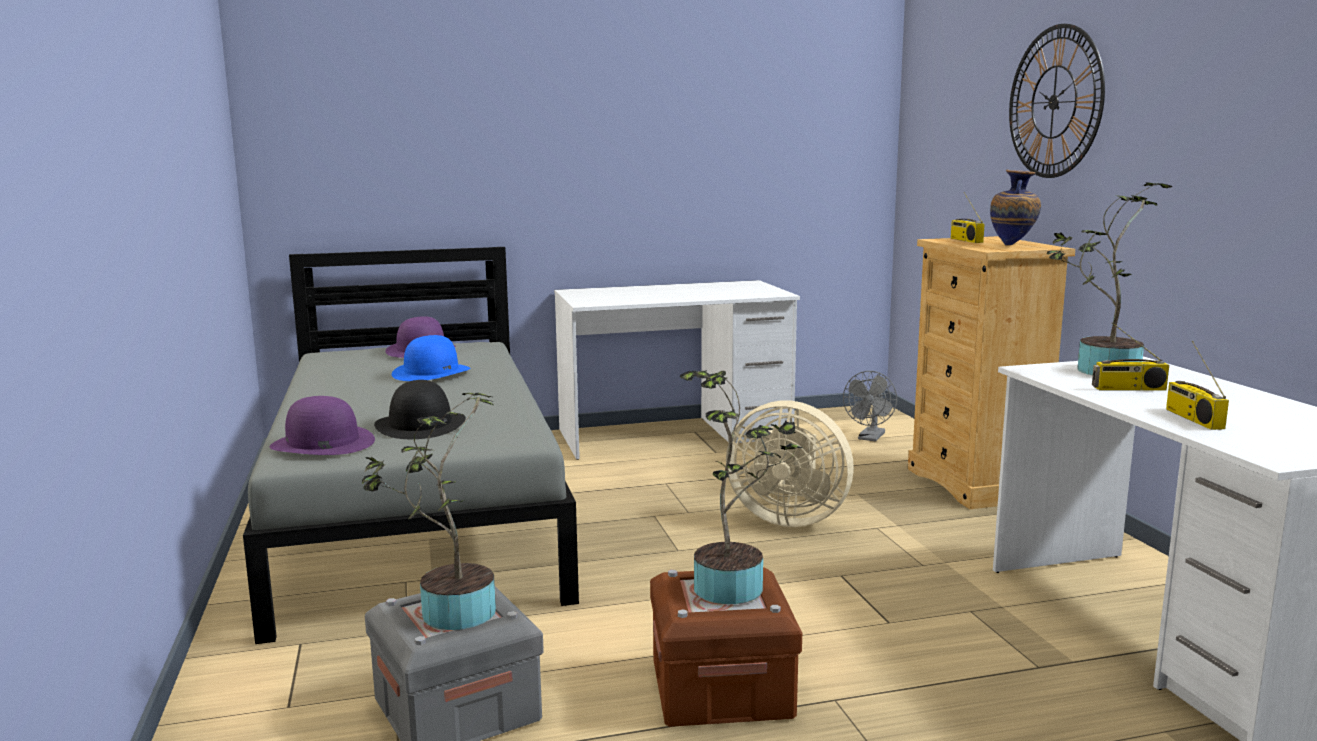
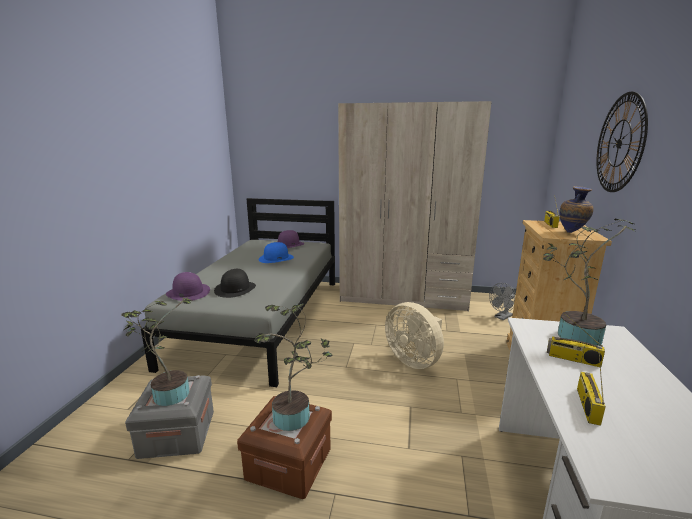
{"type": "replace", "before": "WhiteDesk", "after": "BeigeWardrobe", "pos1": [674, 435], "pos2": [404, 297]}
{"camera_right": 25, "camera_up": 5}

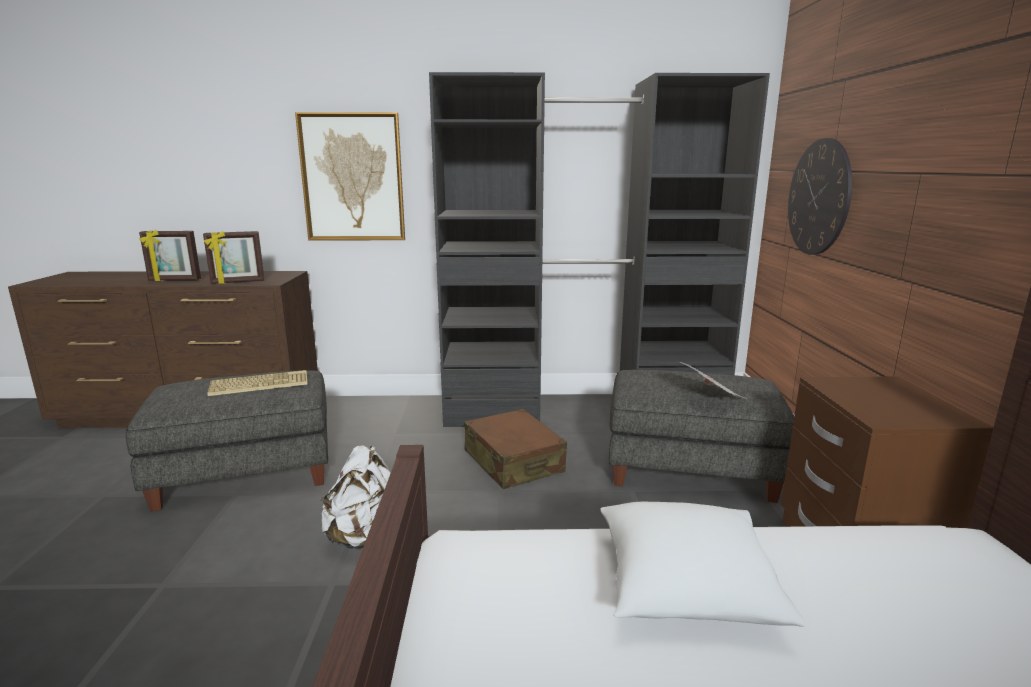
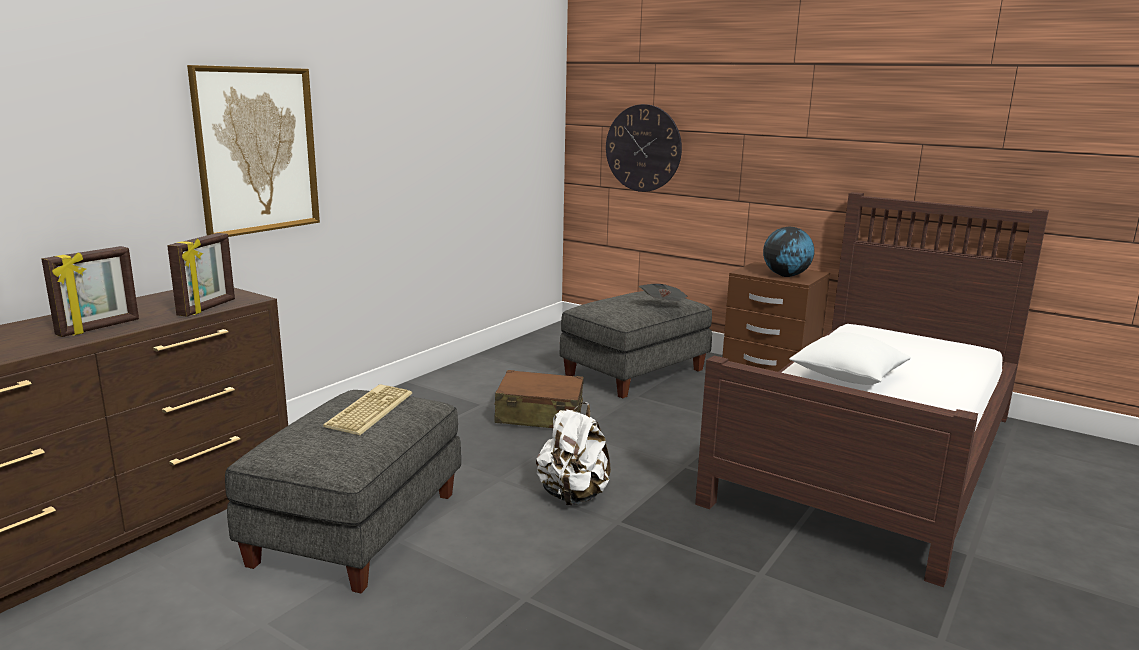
{"type": "delete", "before": "BlackWardrobe", "pos1": [582, 410]}
{"type": "insert", "after": "Globe", "pos2": [786, 276]}
{"camera_right": -55, "camera_up": 0}

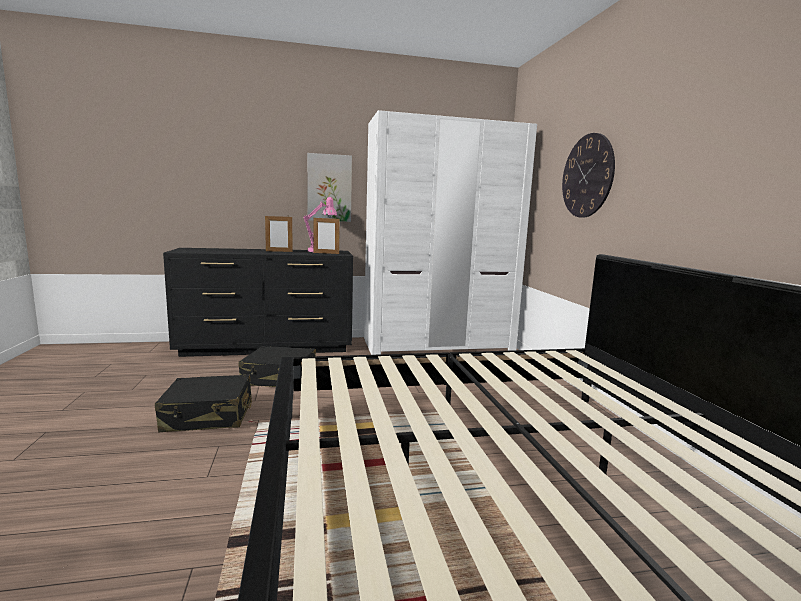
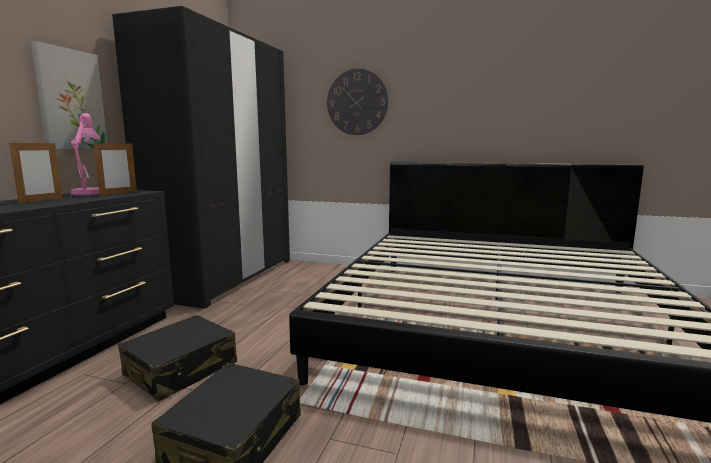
{"type": "recolor", "before": "WhiteWardrobe", "after": "BlackWardrobe", "pos1": [437, 345], "pos2": [227, 278]}
{"camera_right": -60, "camera_up": 0}

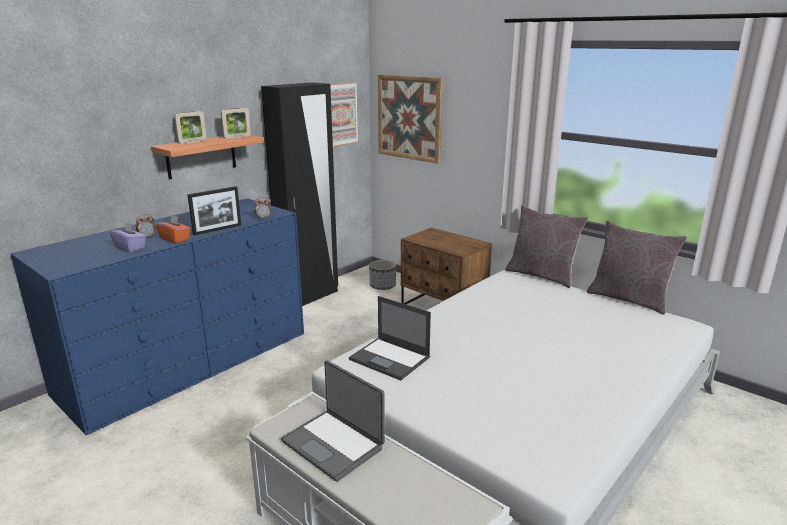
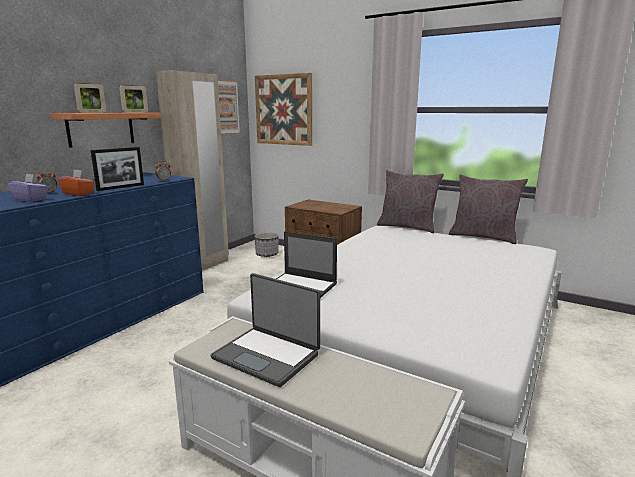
{"type": "recolor", "before": "BlackWardrobe", "after": "BeigeWardrobe", "pos1": [309, 297], "pos2": [203, 266]}
{"camera_right": -10, "camera_up": -5}

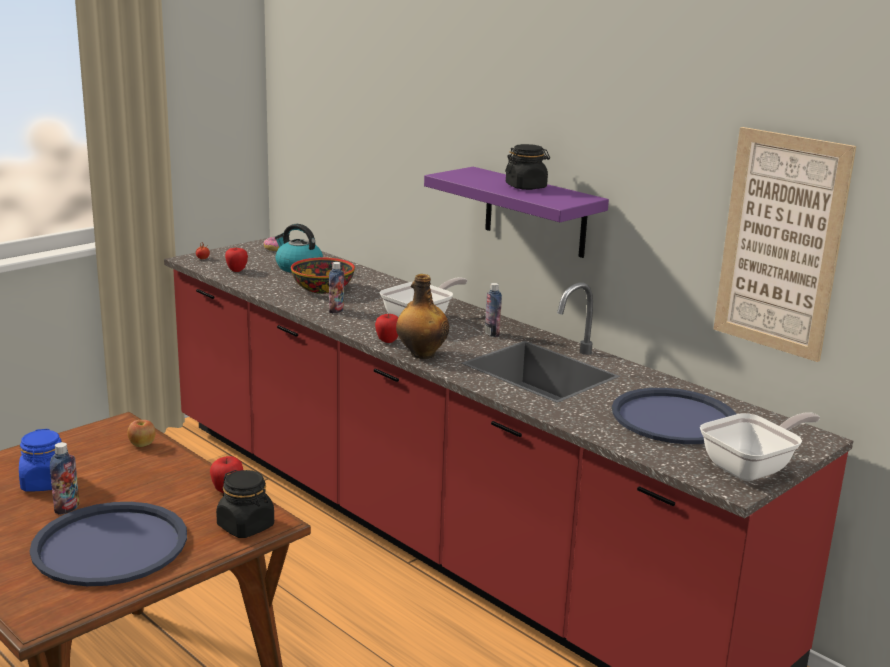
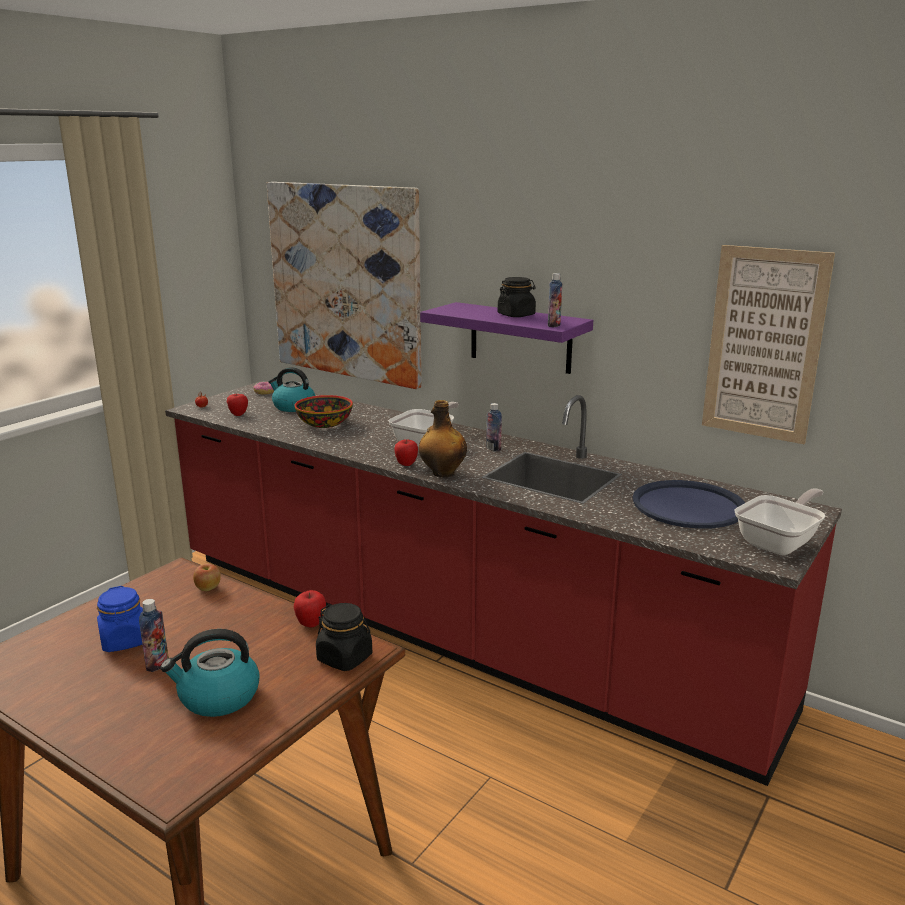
{"type": "move", "before": "Bottle", "pos1": [336, 310], "pos2": [554, 325]}
{"type": "replace", "before": "BlueTray", "after": "Kettle", "pos1": [110, 545], "pos2": [218, 697]}
{"type": "insert", "after": "Picture", "pos2": [345, 282]}
{"camera_right": -10, "camera_up": 0}

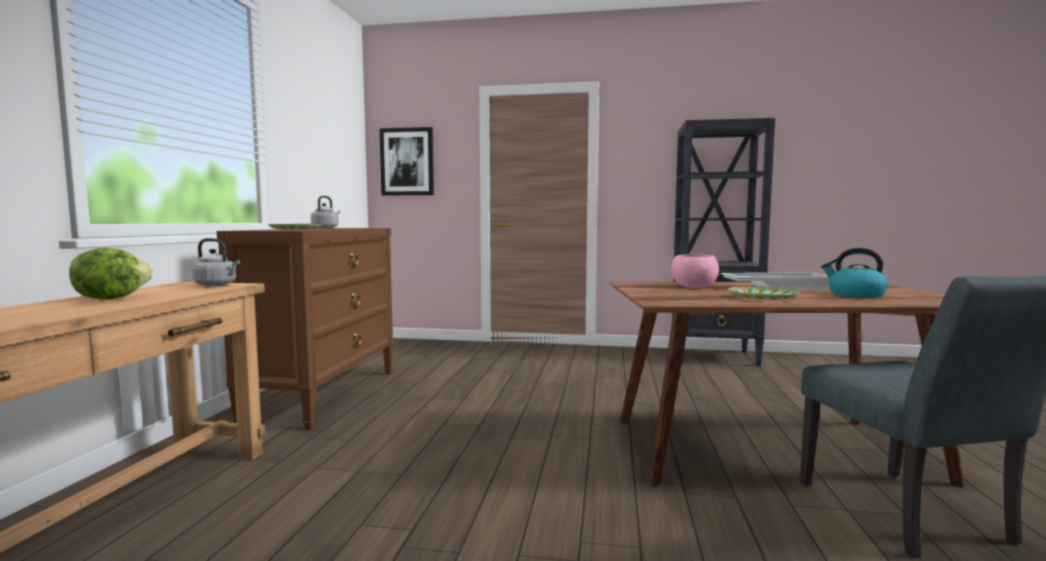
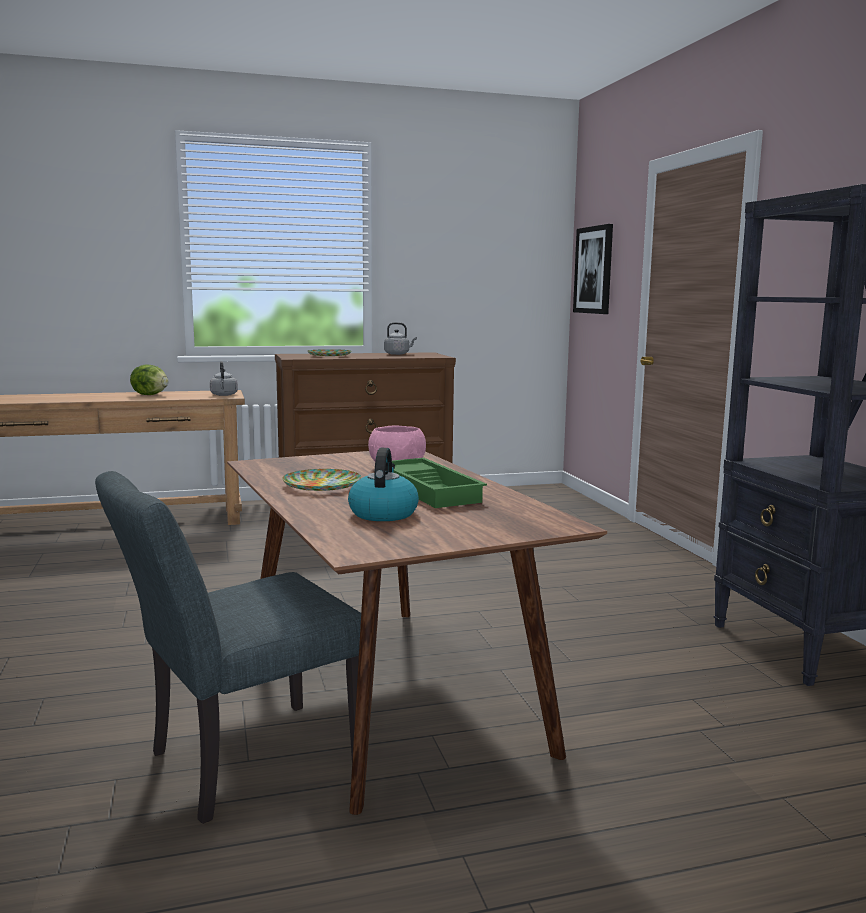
{"type": "recolor", "before": "WhiteTray", "after": "GreenTray", "pos1": [776, 287], "pos2": [431, 490]}
{"camera_right": 65, "camera_up": 5}

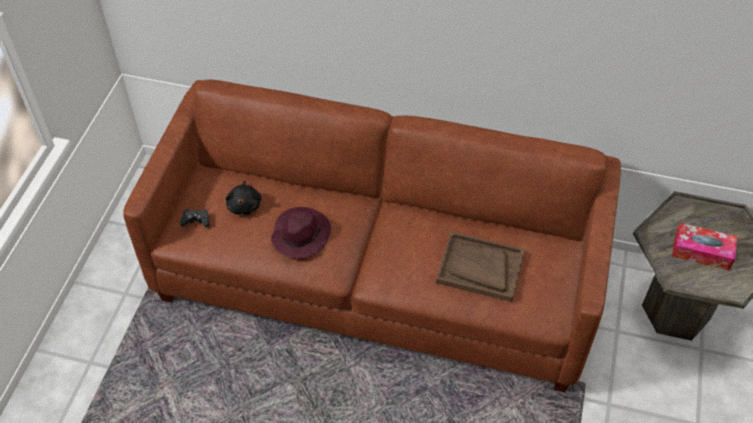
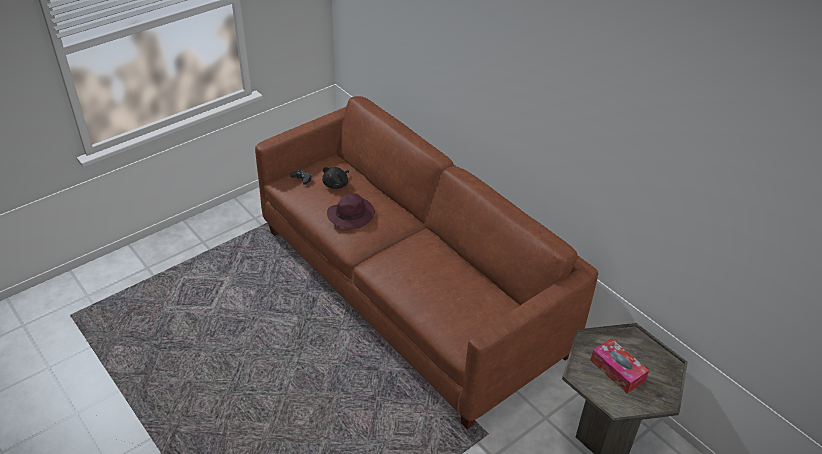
{"type": "delete", "before": "BrownTray", "pos1": [480, 268]}
{"camera_right": 35, "camera_up": -10}

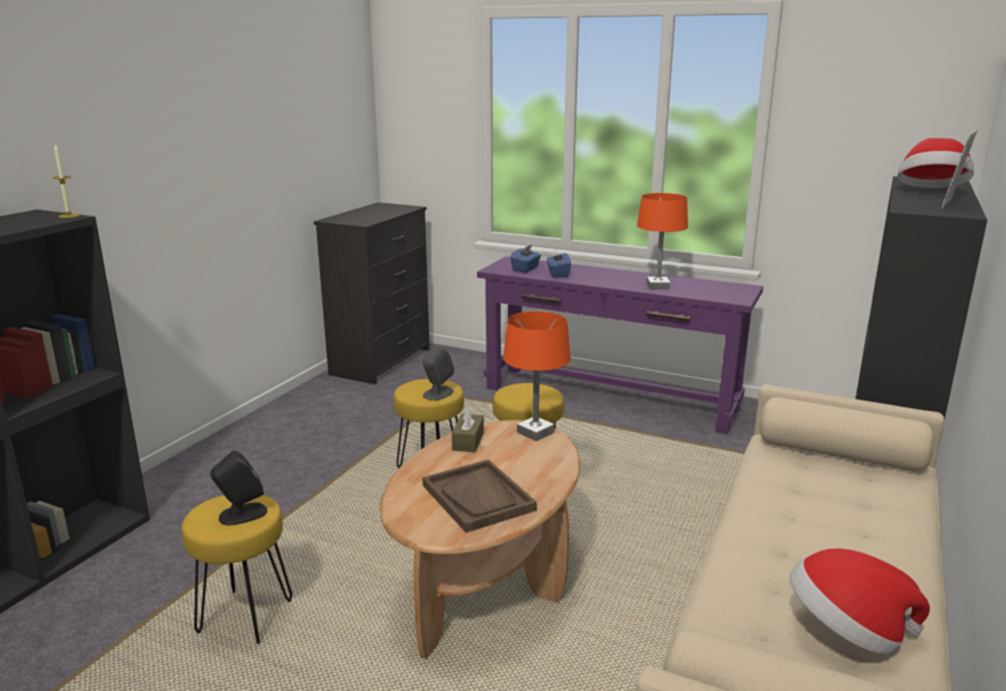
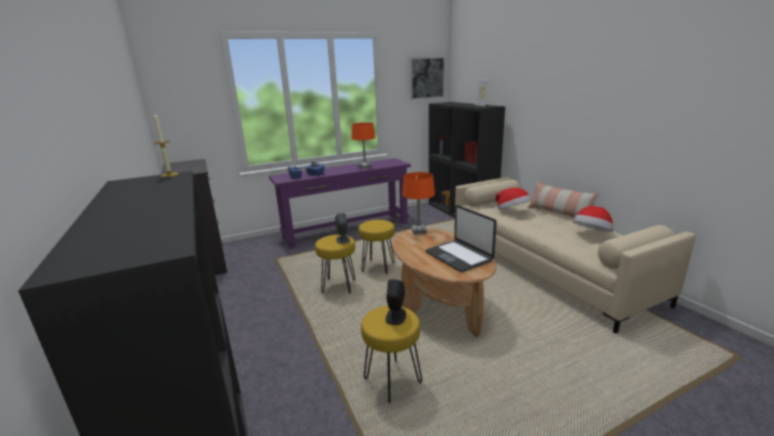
{"type": "move", "before": "Hat", "pos1": [930, 192], "pos2": [512, 211]}
{"type": "delete", "before": "BrownTissueBox", "pos1": [468, 441]}
{"type": "replace", "before": "BrownTray", "after": "Laptop", "pos1": [478, 498], "pos2": [459, 256]}
{"type": "insert", "after": "Picture", "pos2": [426, 78]}
{"type": "insert", "after": "Pillow", "pos2": [558, 213]}
{"camera_right": -50, "camera_up": 0}

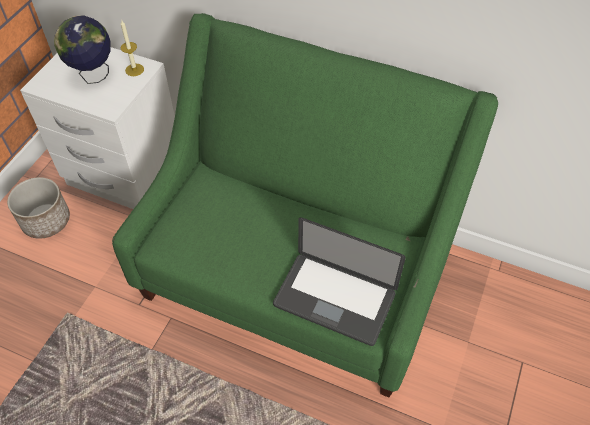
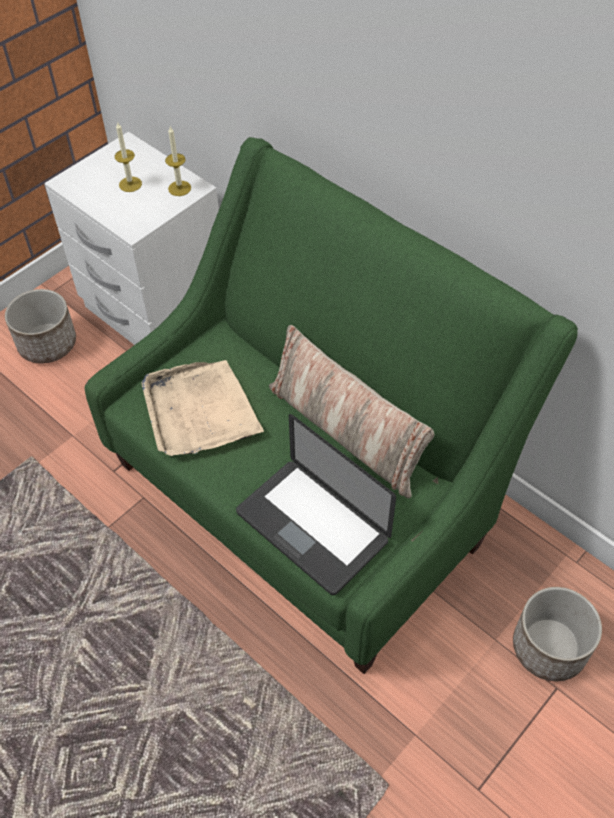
{"type": "replace", "before": "Globe", "after": "Candle", "pos1": [93, 75], "pos2": [130, 184]}
{"type": "insert", "after": "Pillow", "pos2": [346, 432]}
{"type": "insert", "after": "BeigeTray", "pos2": [199, 411]}
{"type": "insert", "after": "Planter", "pos2": [549, 648]}
{"camera_right": 20, "camera_up": 0}

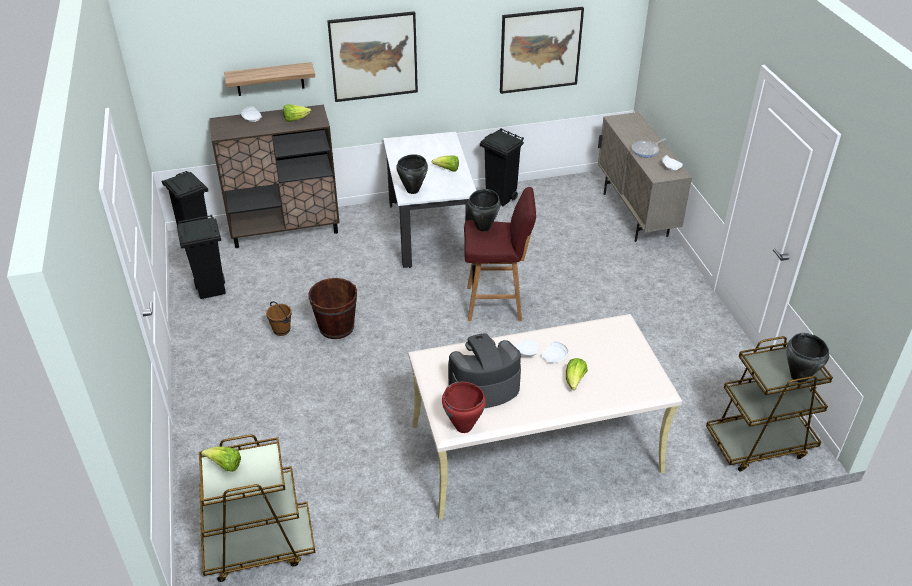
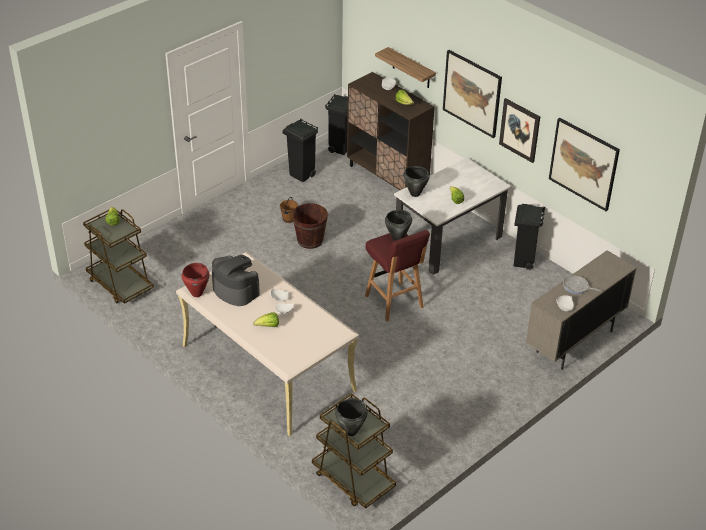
{"type": "insert", "after": "Picture", "pos2": [520, 130]}
{"camera_right": 60, "camera_up": 0}

